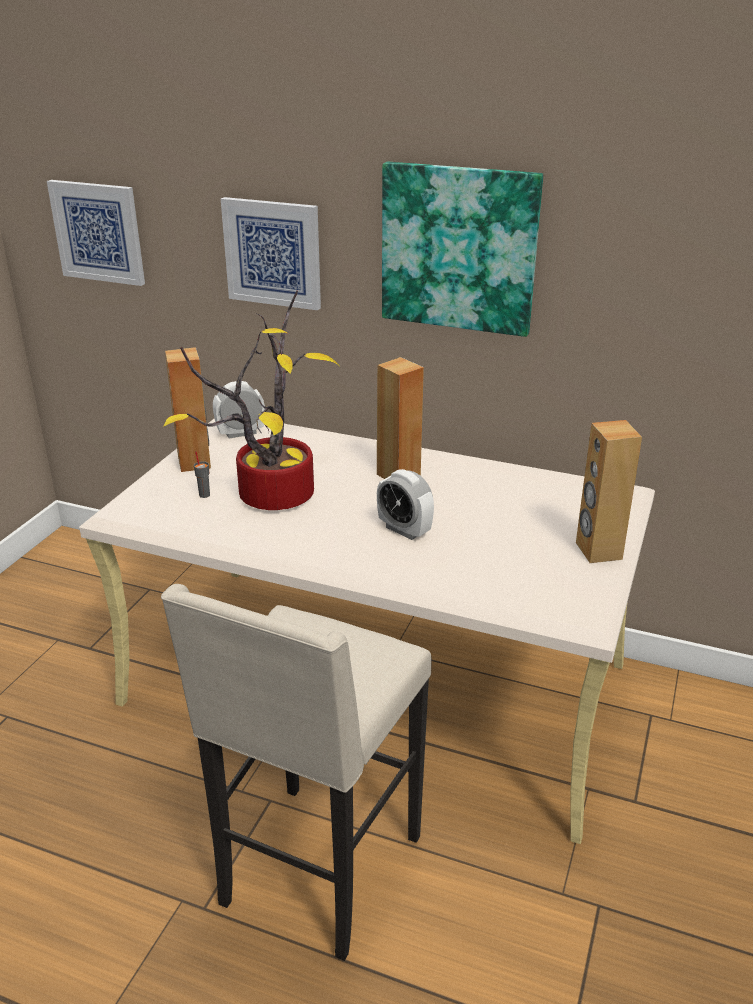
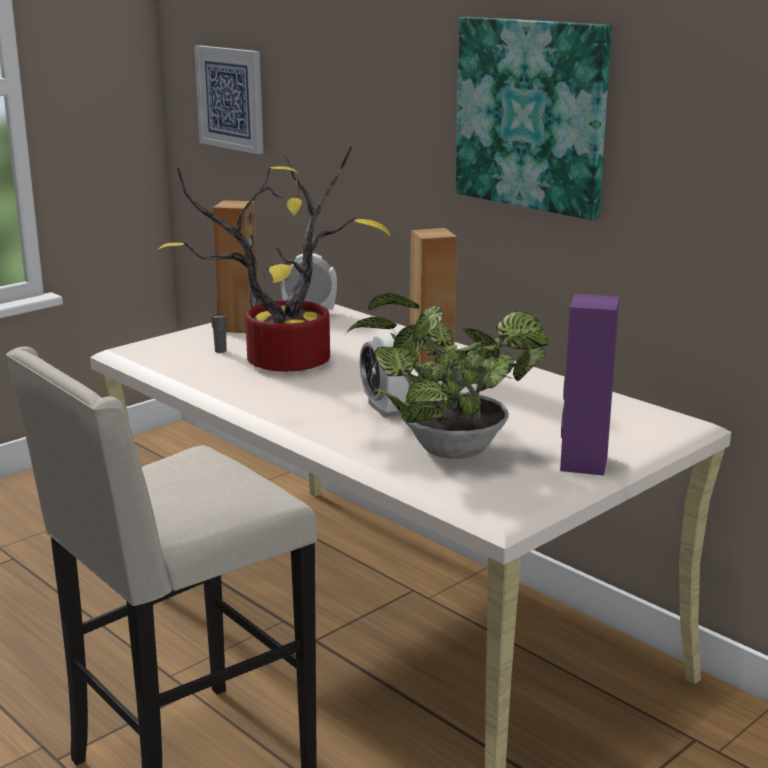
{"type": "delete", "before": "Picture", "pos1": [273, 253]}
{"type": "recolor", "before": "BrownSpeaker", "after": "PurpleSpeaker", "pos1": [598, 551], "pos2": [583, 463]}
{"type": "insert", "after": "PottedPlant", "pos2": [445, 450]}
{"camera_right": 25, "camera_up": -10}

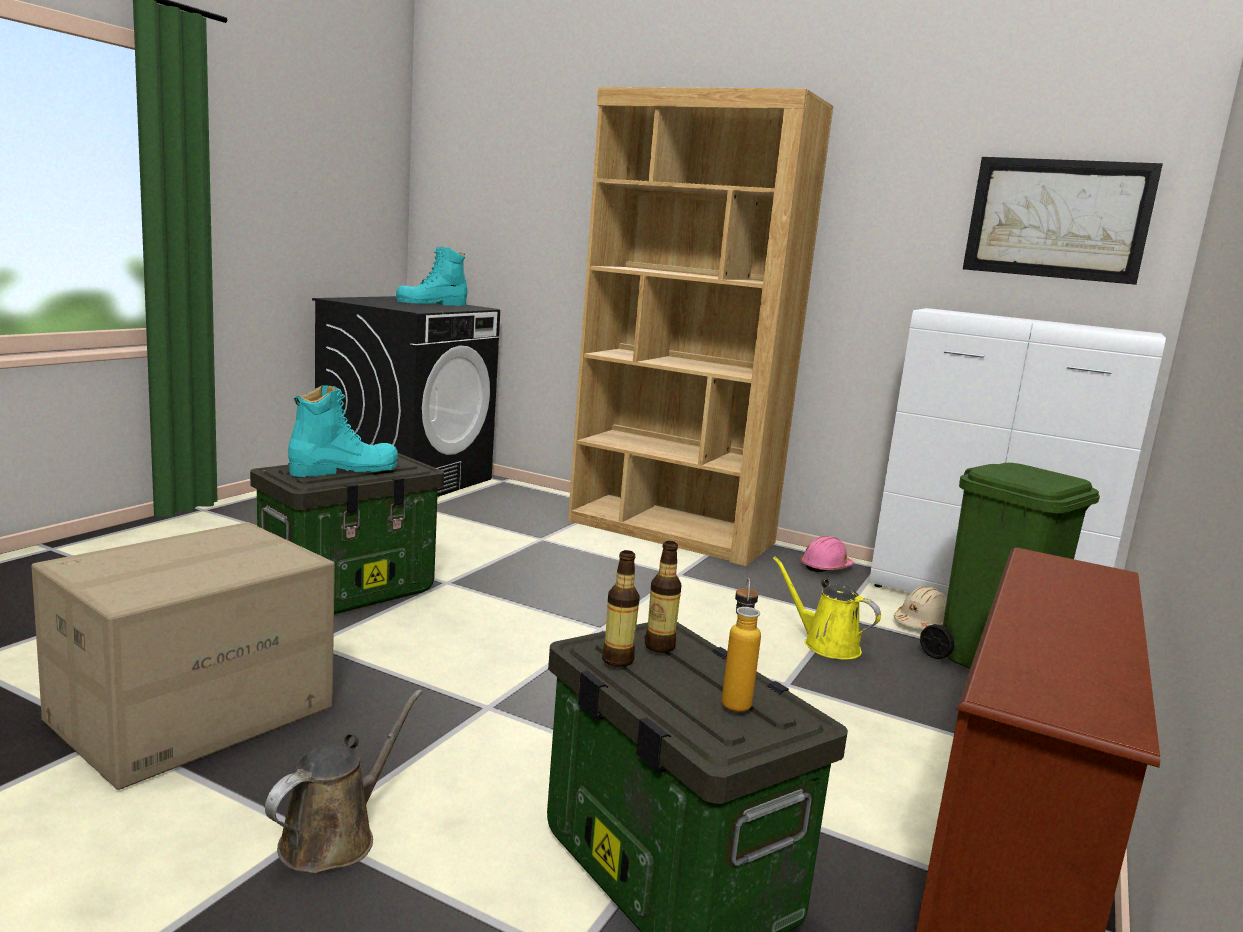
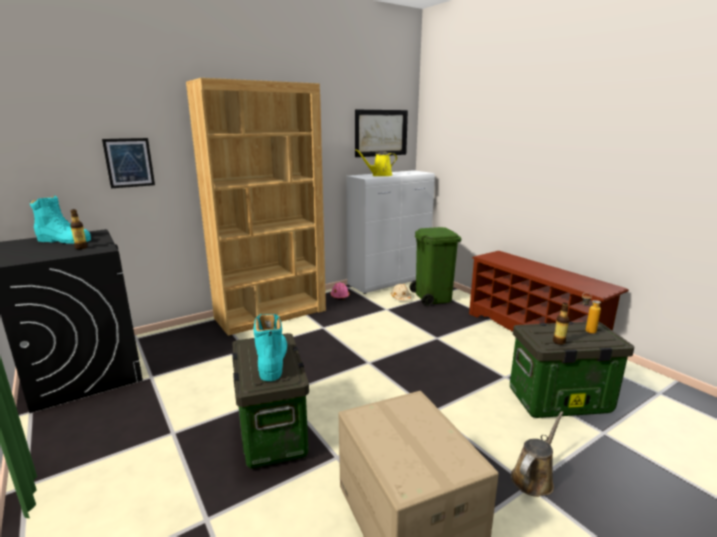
{"type": "rotate", "before": "TurquoiseBoot", "pos1": [431, 304], "pos2": [64, 241], "turn": -75}
{"type": "move", "before": "Bottle", "pos1": [659, 646], "pos2": [81, 247]}
{"type": "move", "before": "YellowWateringCan", "pos1": [826, 645], "pos2": [380, 175]}
{"type": "rotate", "before": "BrownWateringCan", "pos1": [334, 838], "pos2": [534, 478], "turn": 75}
{"type": "insert", "after": "Picture", "pos2": [129, 163]}
{"camera_right": -60, "camera_up": 5}

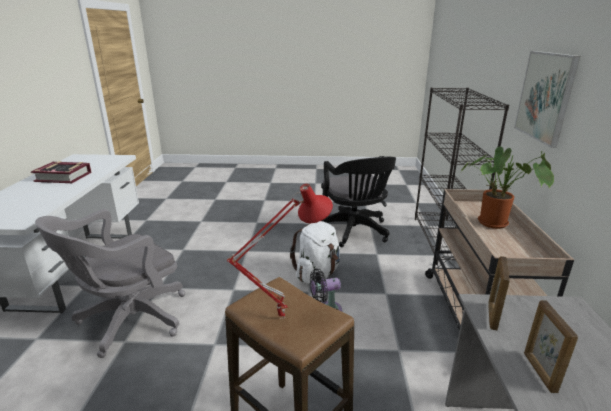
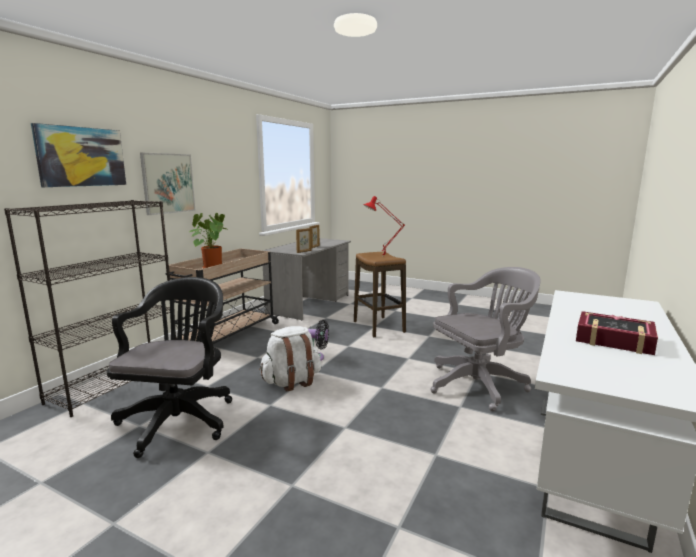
{"type": "insert", "after": "Picture", "pos2": [81, 157]}
{"camera_right": -155, "camera_up": -10}

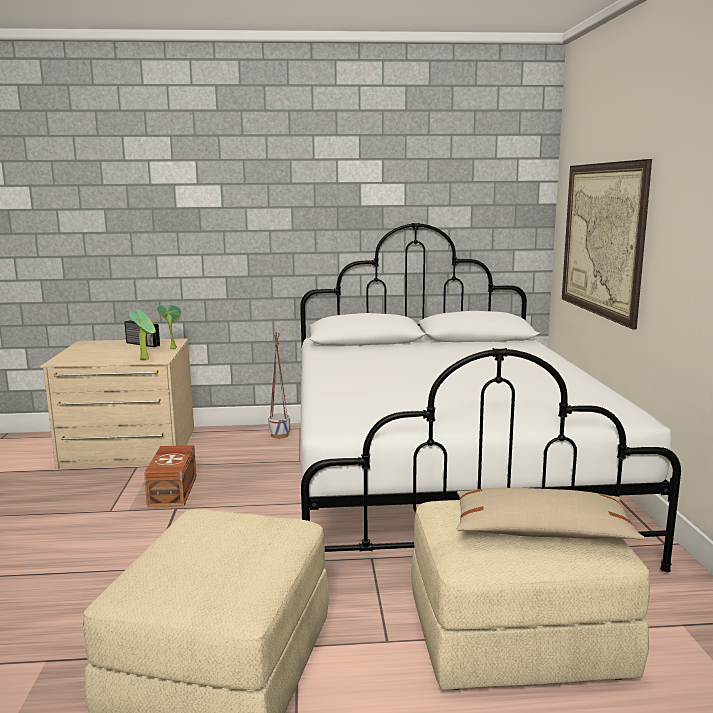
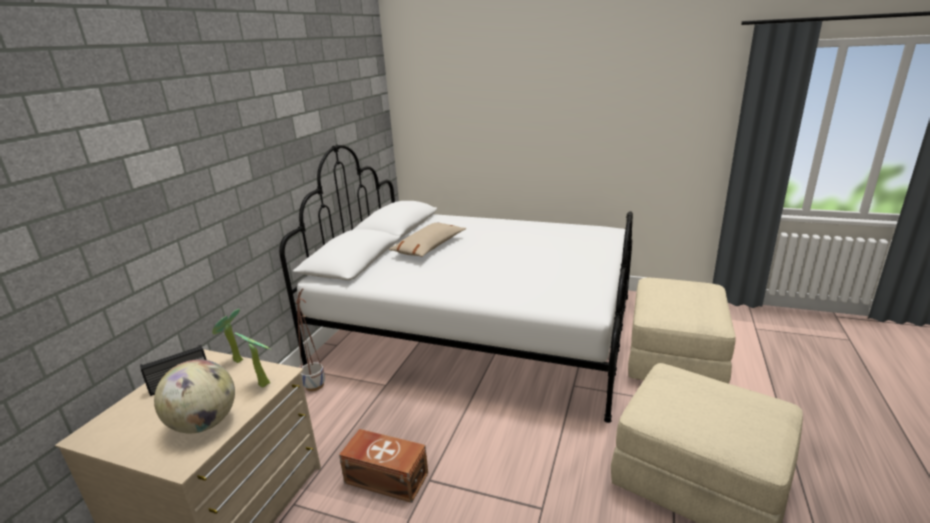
{"type": "delete", "before": "Picture", "pos1": [602, 239]}
{"type": "move", "before": "BeigePillow", "pos1": [541, 531], "pos2": [429, 247]}
{"type": "insert", "after": "Globe", "pos2": [205, 423]}
{"camera_right": -65, "camera_up": 10}

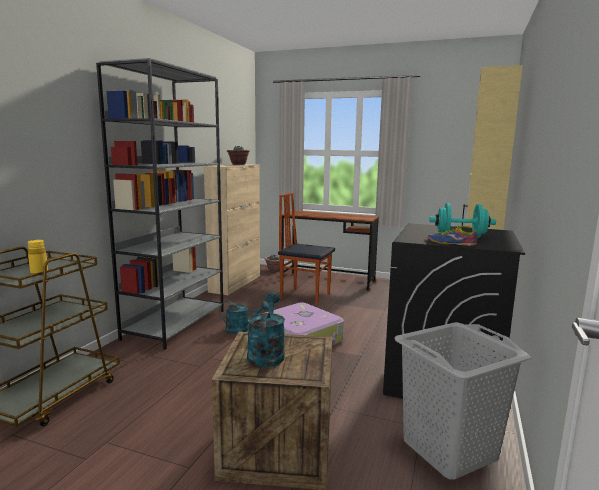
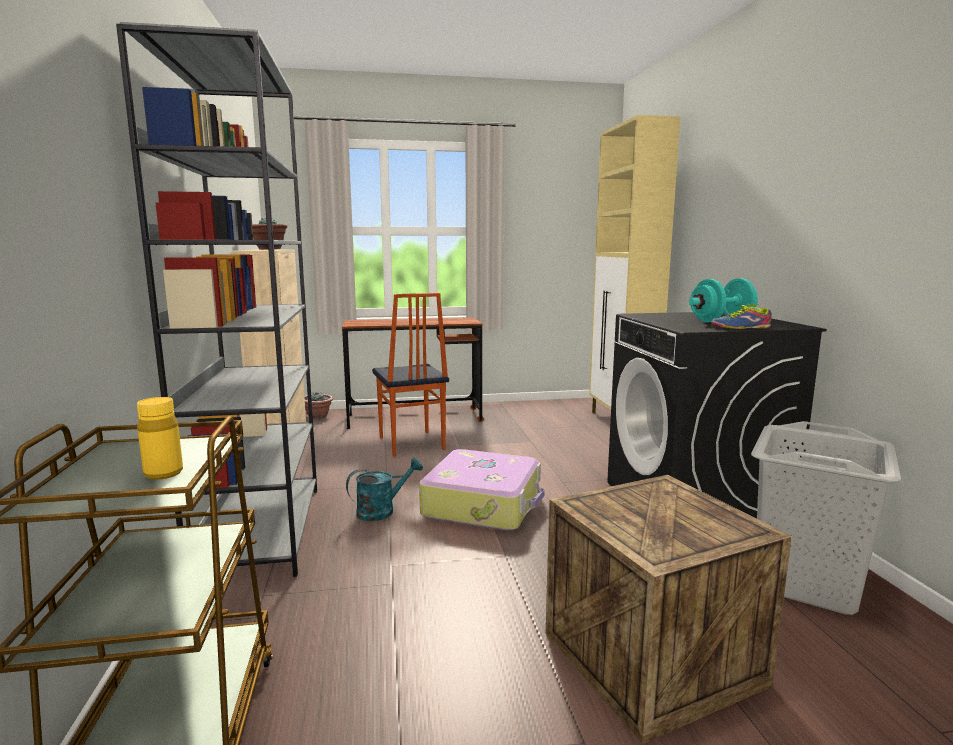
{"type": "rotate", "before": "Chair", "pos1": [305, 296], "pos2": [410, 444], "turn": -105}
{"type": "delete", "before": "TurquoiseWateringCan", "pos1": [266, 353]}
{"camera_right": -30, "camera_up": 0}

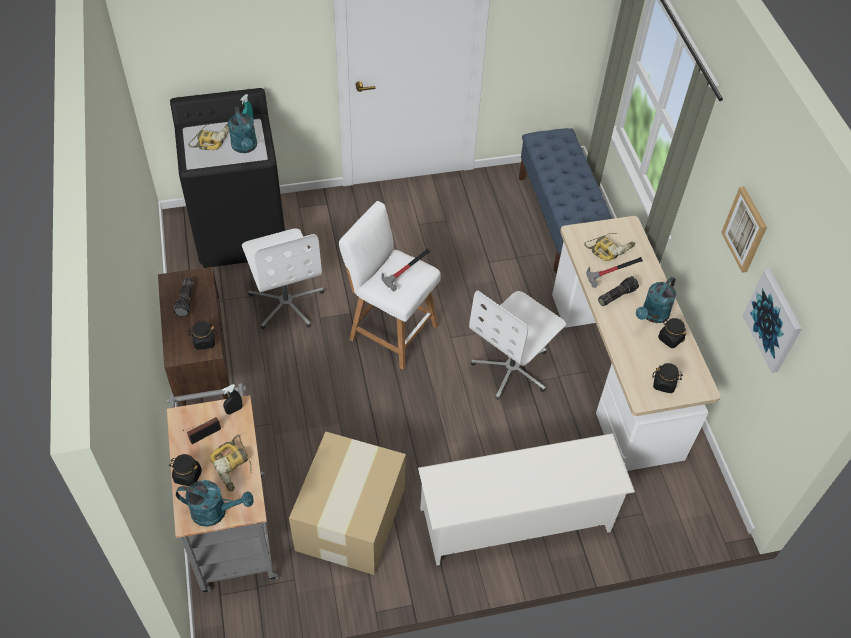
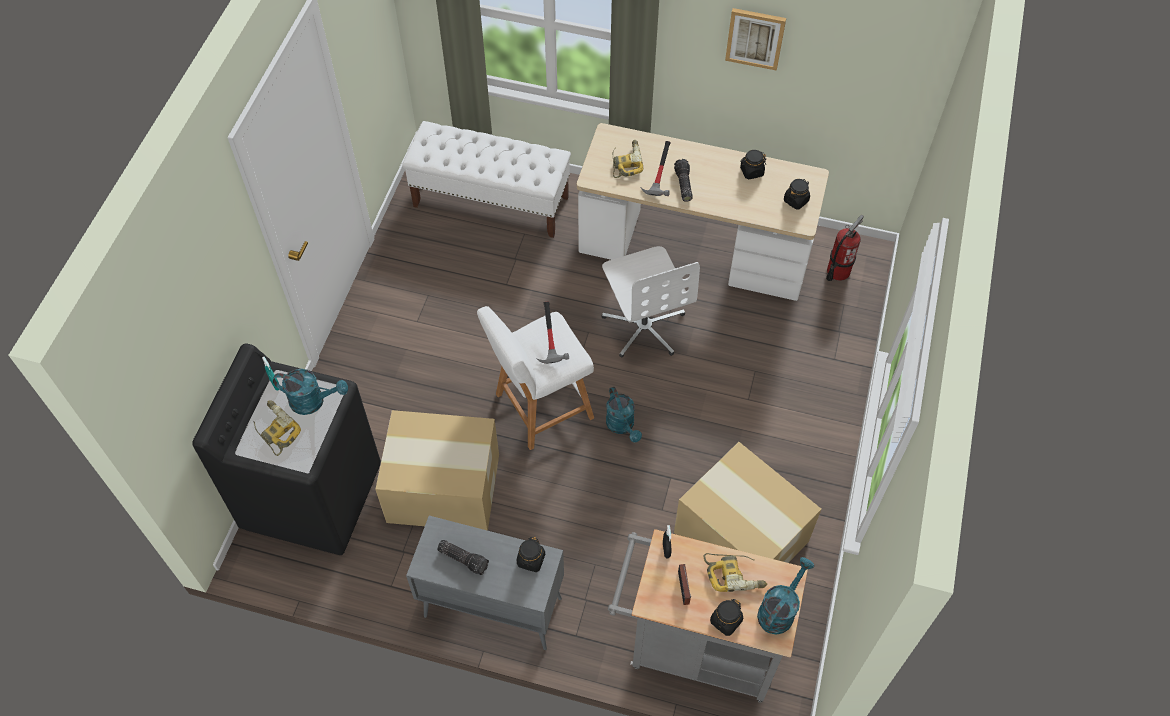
{"type": "recolor", "before": "BlueBench", "after": "WhiteBench", "pos1": [559, 220], "pos2": [491, 201]}
{"type": "replace", "before": "WhiteOfficeChair", "after": "CardboardBox", "pos1": [286, 302], "pos2": [445, 489]}
{"type": "recolor", "before": "BrownCabinet", "after": "GreyCabinet", "pos1": [204, 372], "pos2": [491, 607]}
{"type": "delete", "before": "Picture", "pos1": [774, 321]}
{"type": "move", "before": "TurquoiseWateringCan", "pos1": [652, 315], "pos2": [622, 426]}
{"type": "delete", "before": "WhiteShoeRack", "pos1": [516, 520]}
{"type": "insert", "after": "FireExtinguisher", "pos2": [837, 271]}
{"camera_right": -60, "camera_up": 5}

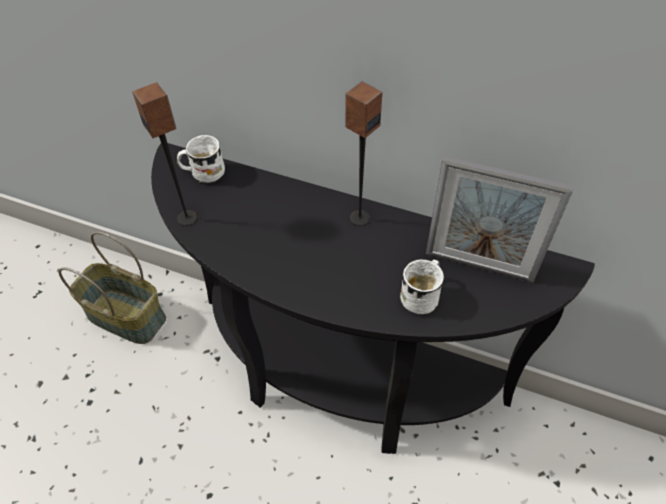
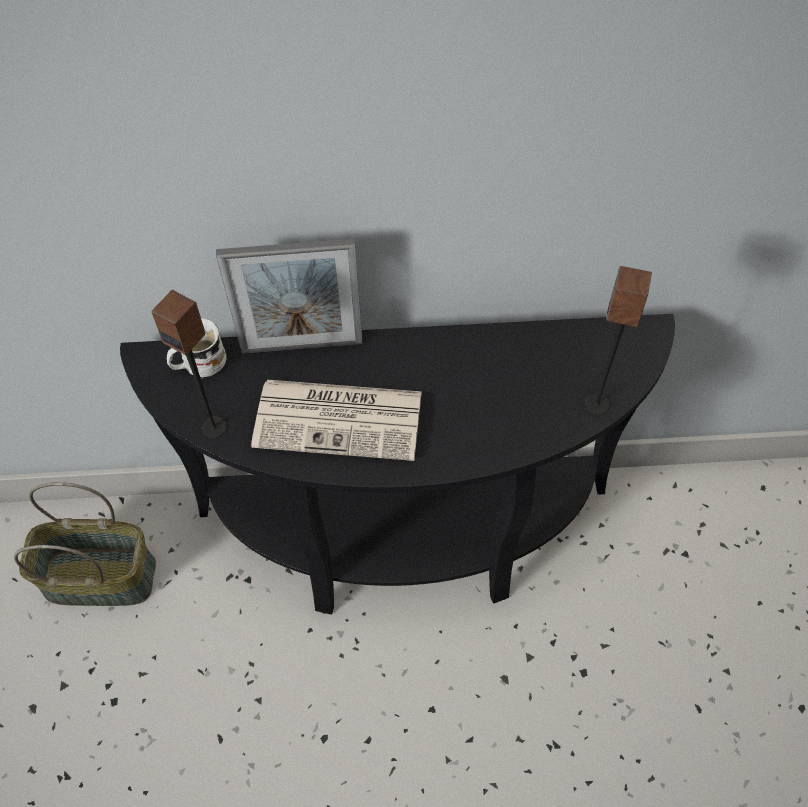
{"type": "move", "before": "Speaker", "pos1": [359, 218], "pos2": [596, 404]}
{"type": "move", "before": "PictureFrame", "pos1": [478, 266], "pos2": [302, 346]}
{"type": "delete", "before": "WhiteMug", "pos1": [423, 295]}
{"type": "insert", "after": "Newspaper", "pos2": [341, 419]}
{"camera_right": -25, "camera_up": 5}

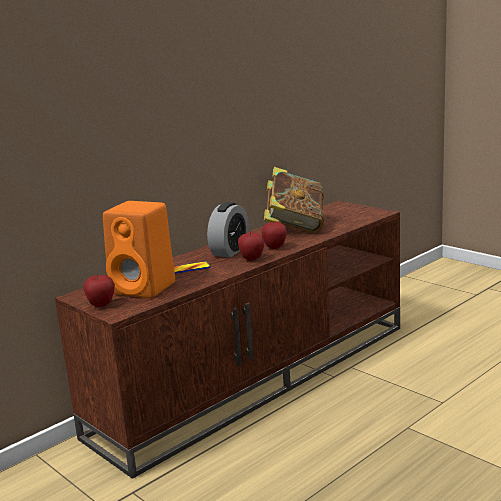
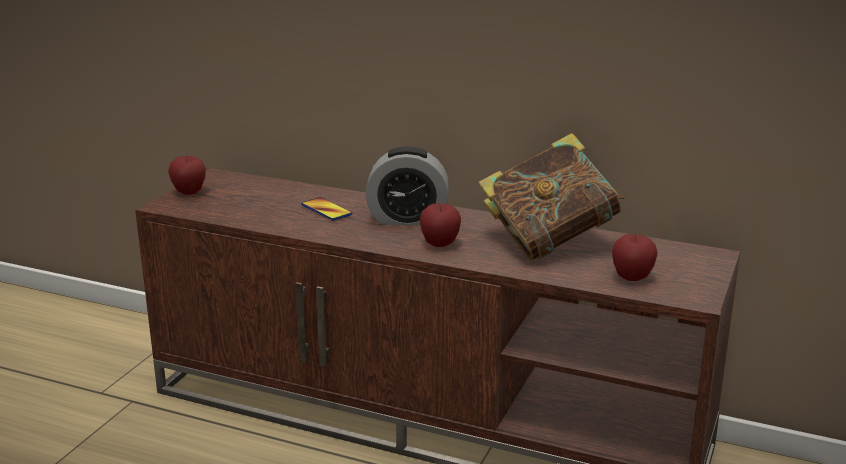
{"type": "delete", "before": "OrangeSpeaker", "pos1": [145, 288]}
{"type": "move", "before": "Apple", "pos1": [252, 259], "pos2": [632, 278]}
{"camera_right": 65, "camera_up": 5}

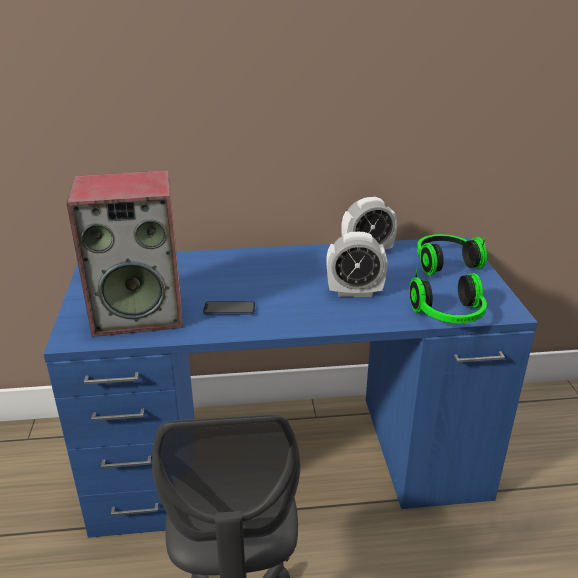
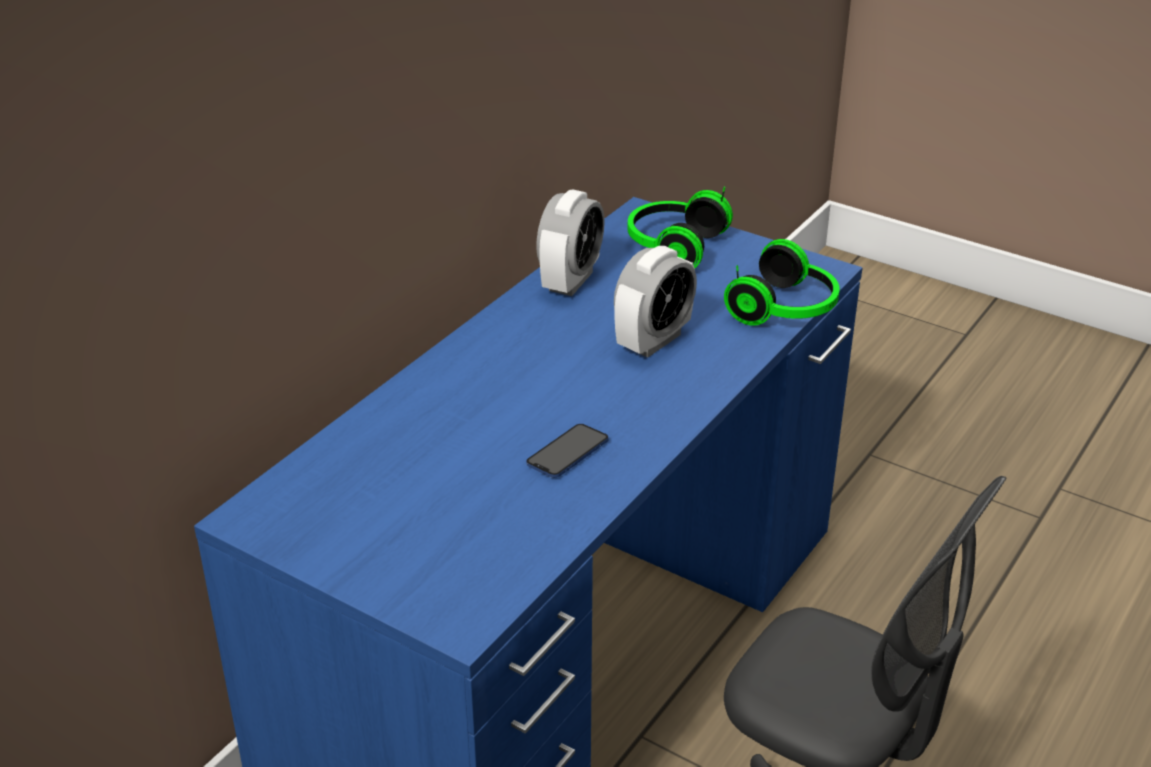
{"type": "delete", "before": "Speaker", "pos1": [140, 313]}
{"camera_right": -50, "camera_up": 5}

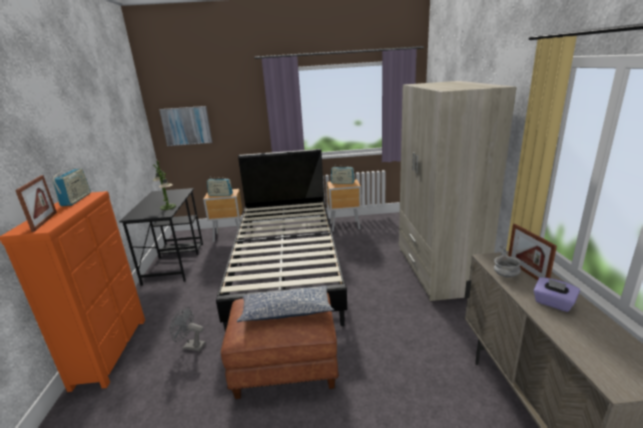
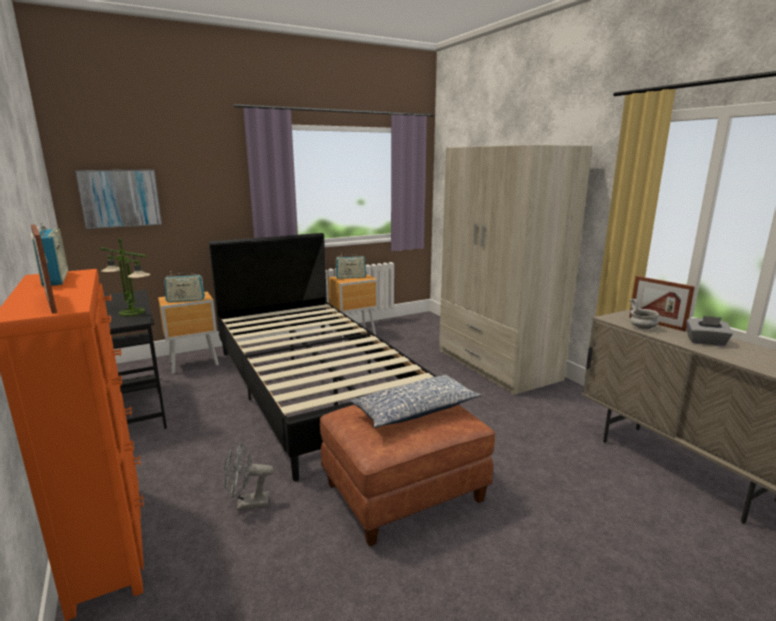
{"type": "recolor", "before": "PurpleTissueBox", "after": "GreyTissueBox", "pos1": [553, 303], "pos2": [706, 342]}
{"camera_right": -25, "camera_up": -5}

